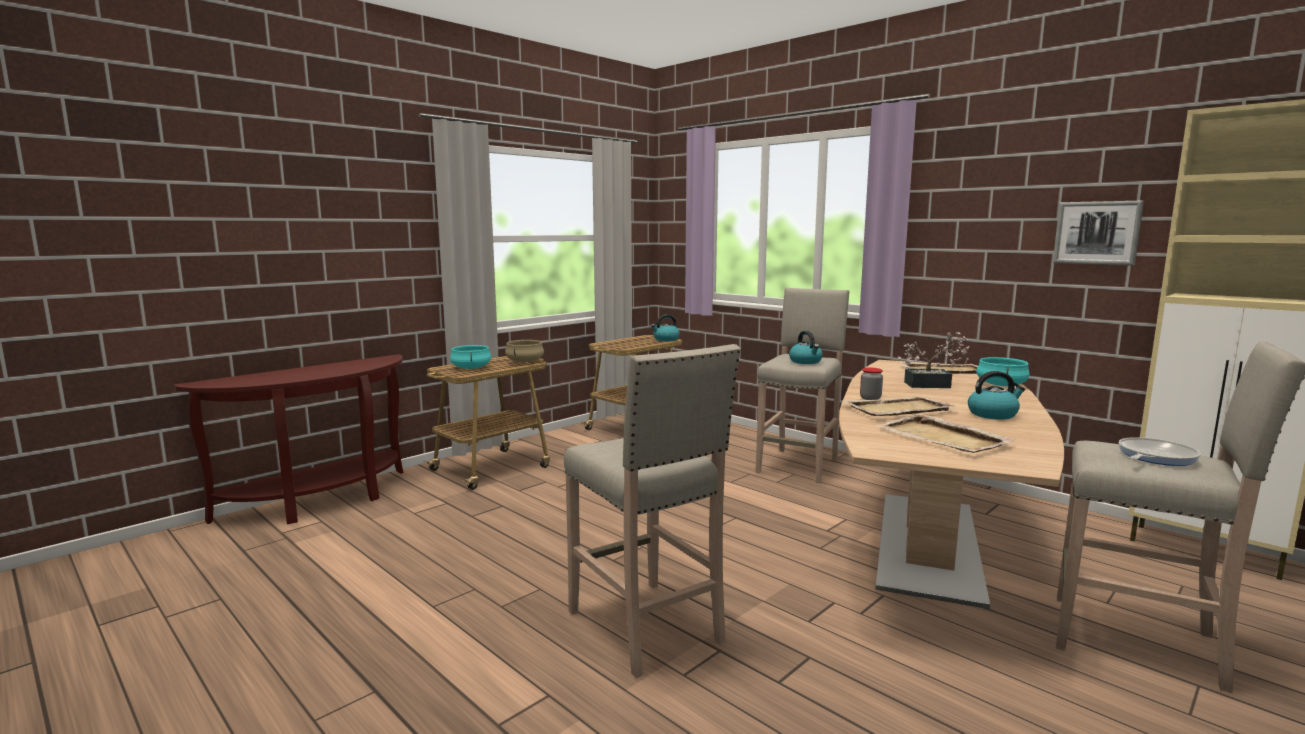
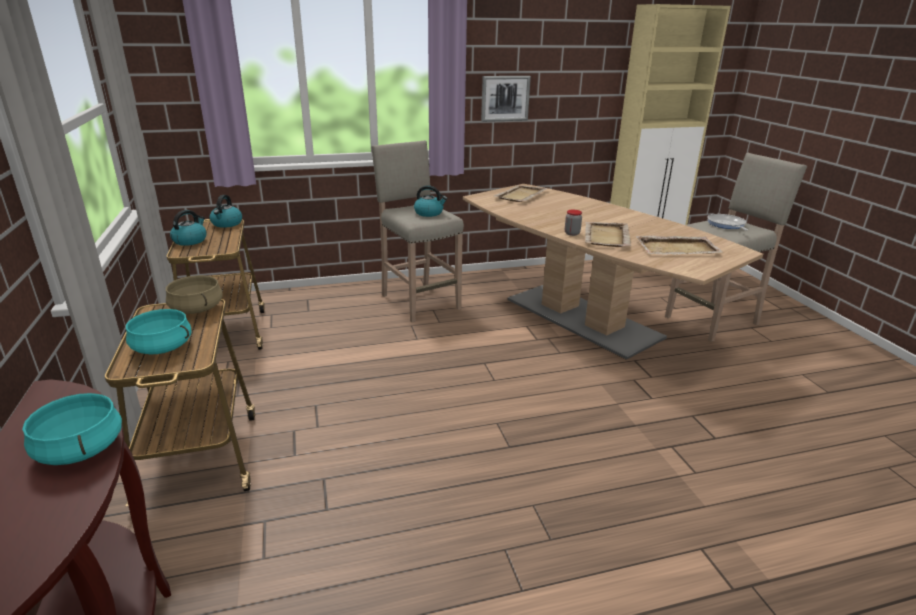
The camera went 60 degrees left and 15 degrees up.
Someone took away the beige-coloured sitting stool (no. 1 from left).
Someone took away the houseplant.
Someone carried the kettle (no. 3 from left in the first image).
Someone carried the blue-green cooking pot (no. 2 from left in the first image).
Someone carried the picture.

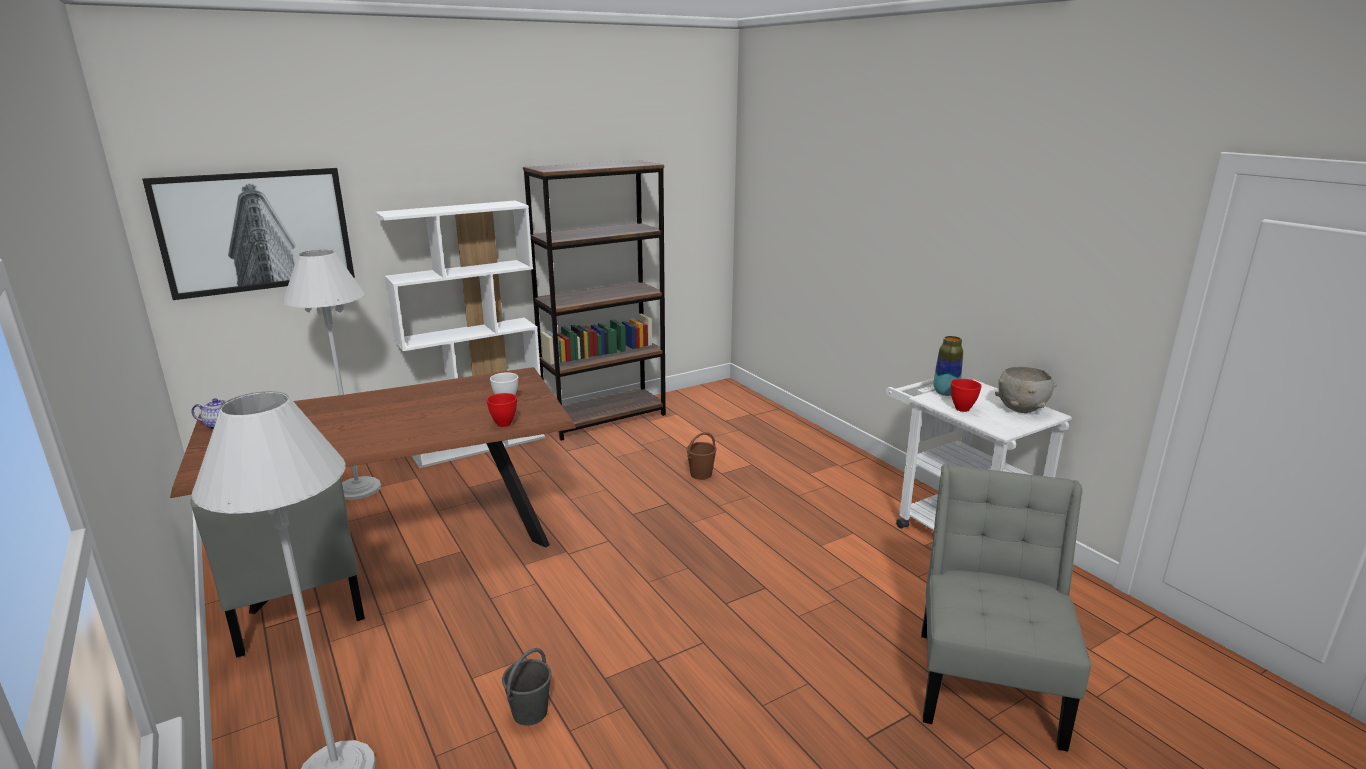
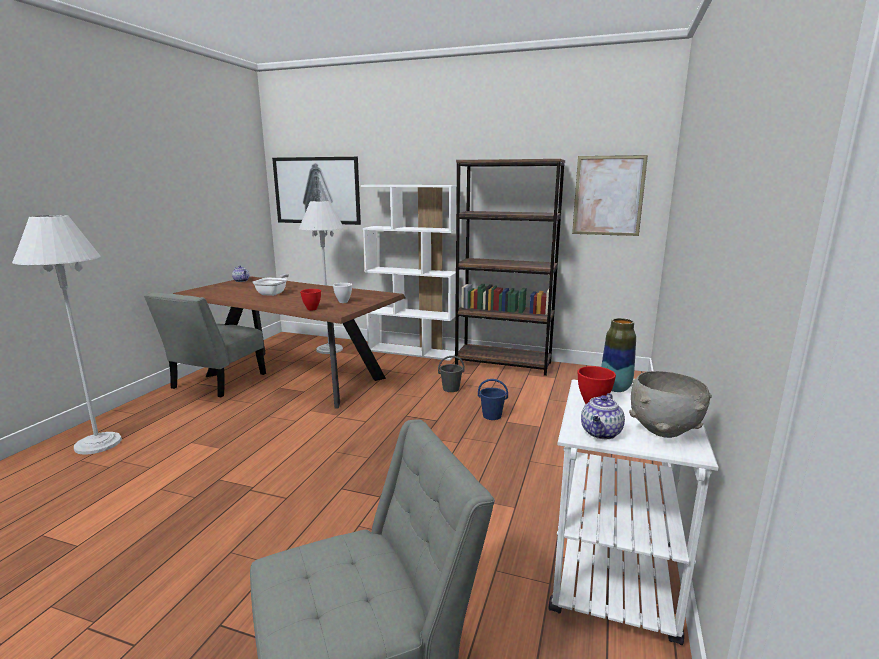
The camera went 50 degrees right and 5 degrees down.
Someone put down the frying pan.
Someone put up the picture (no. 2 from left).
Someone put down the tea pot (no. 2 from left).
Someone carried the grey pail.
Someone repainted the brownish pail, which became the blue-coloured pail.

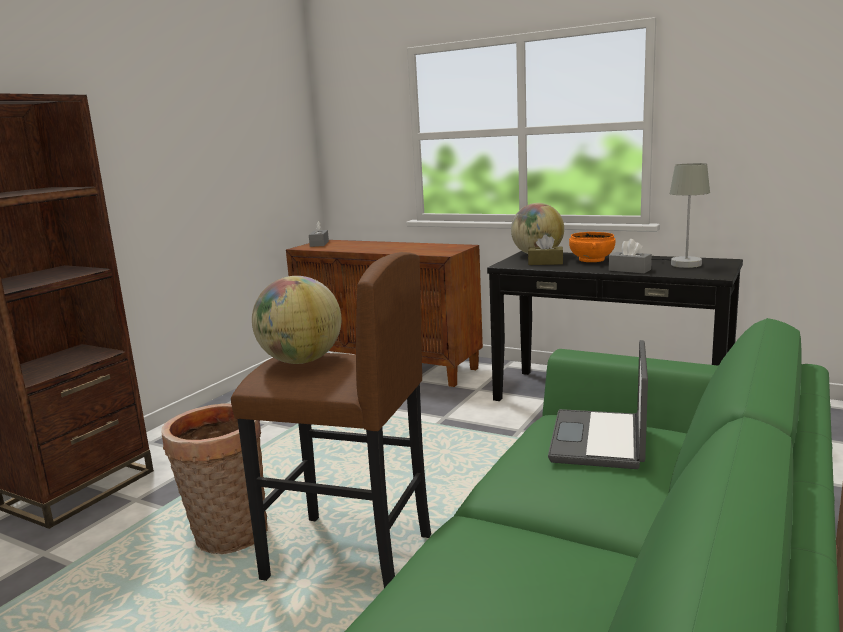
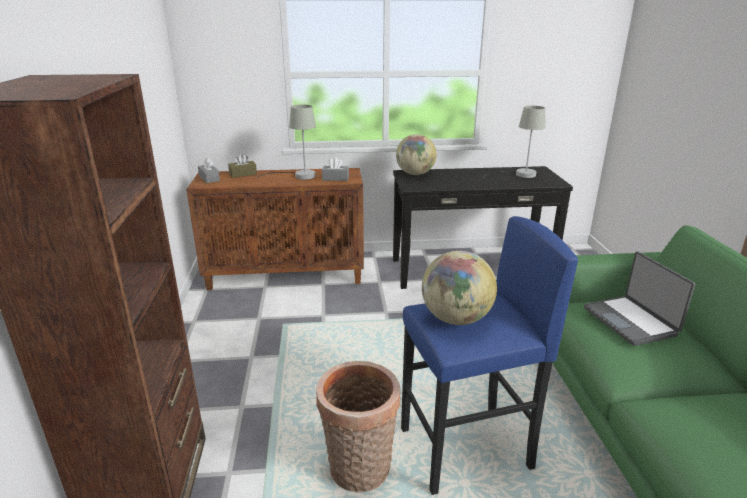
The camera went 35 degrees left and 10 degrees up.
Someone took away the orangey deep dish.
Someone put down the grey table lamp (no. 1 from left).
Someone carried the brownish box of tissues.
Someone carried the grey box of tissues (no. 2 from left).
Someone repainted the brownish sitting stool, which became the blue-coloured sitting stool.

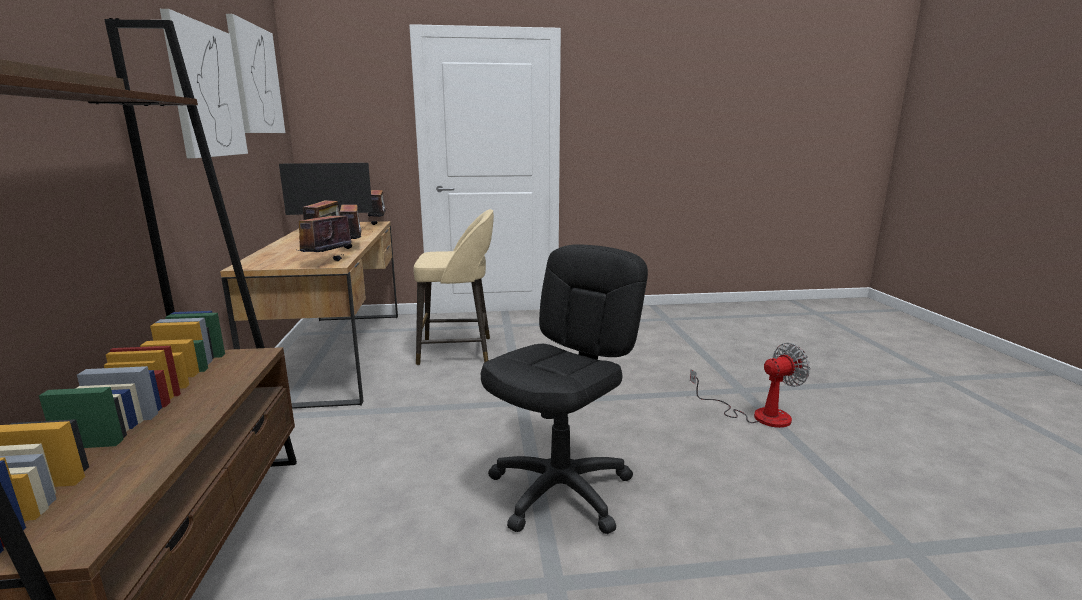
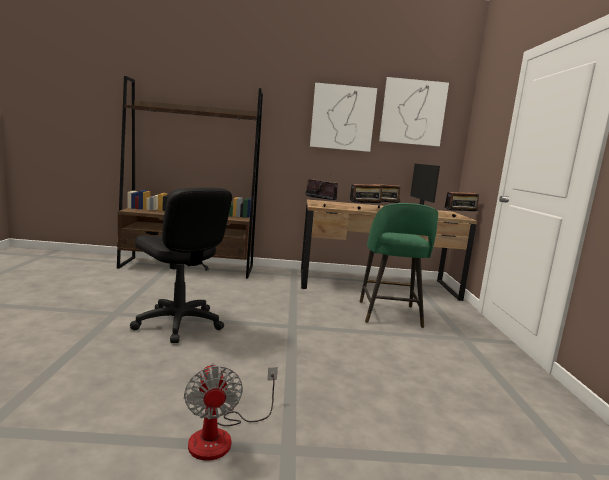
The camera went 95 degrees right and 5 degrees down.
Someone repainted the beige-coloured sitting stool, which became the greenish sitting stool.

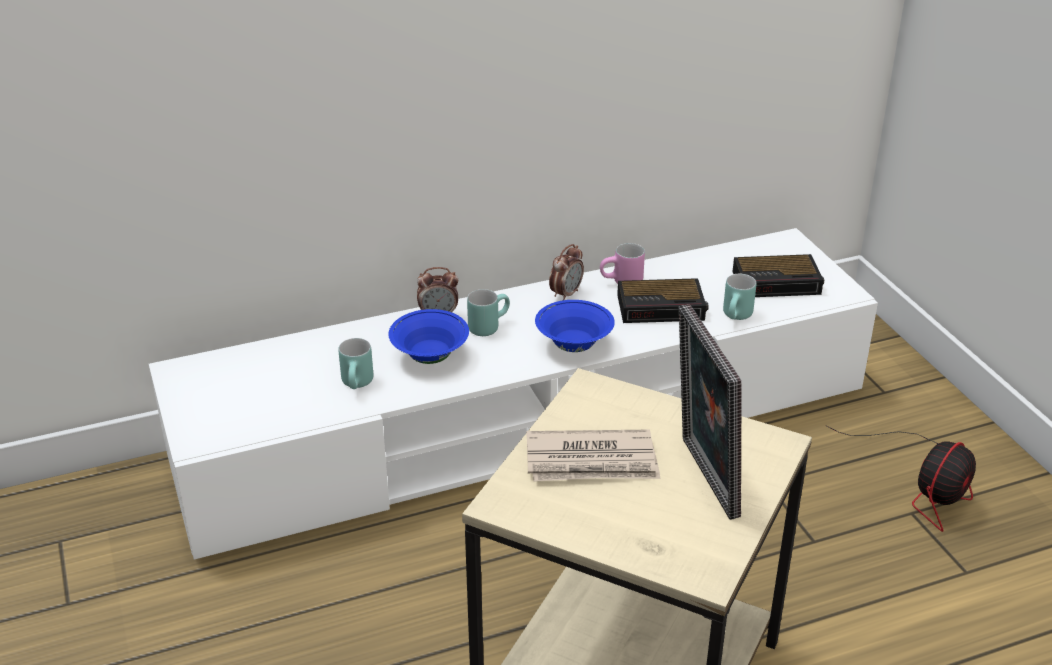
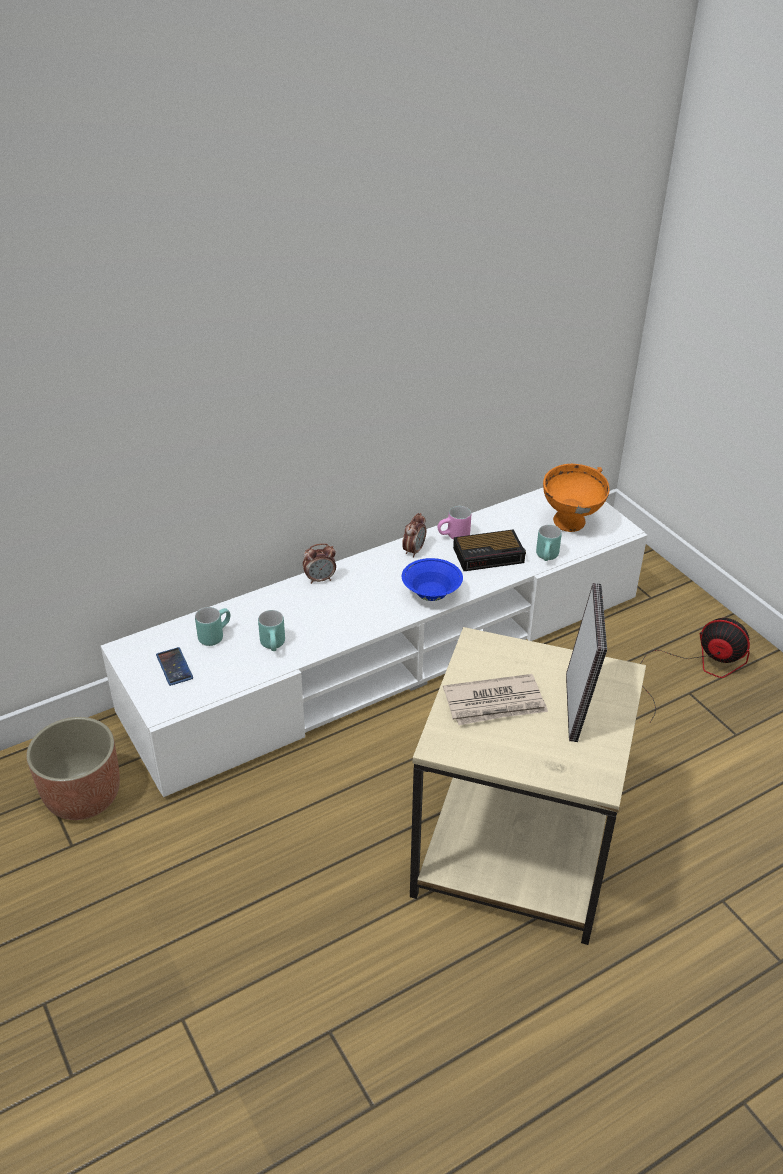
The camera went 10 degrees left and 5 degrees up.
Someone took away the blue-coloured deep dish (no. 1 from left).
Someone put down the flower pot.
Someone put down the handset.
Someone carried the blue-green mug (no. 2 from left in the first image).
Someone swapped the table clock (no. 4 from left) for the orangey deep dish.
Someone rotated the standing frame by 150 degrees counterclockwise.
Someone rotated the cooling fan by 90 degrees counterclockwise.

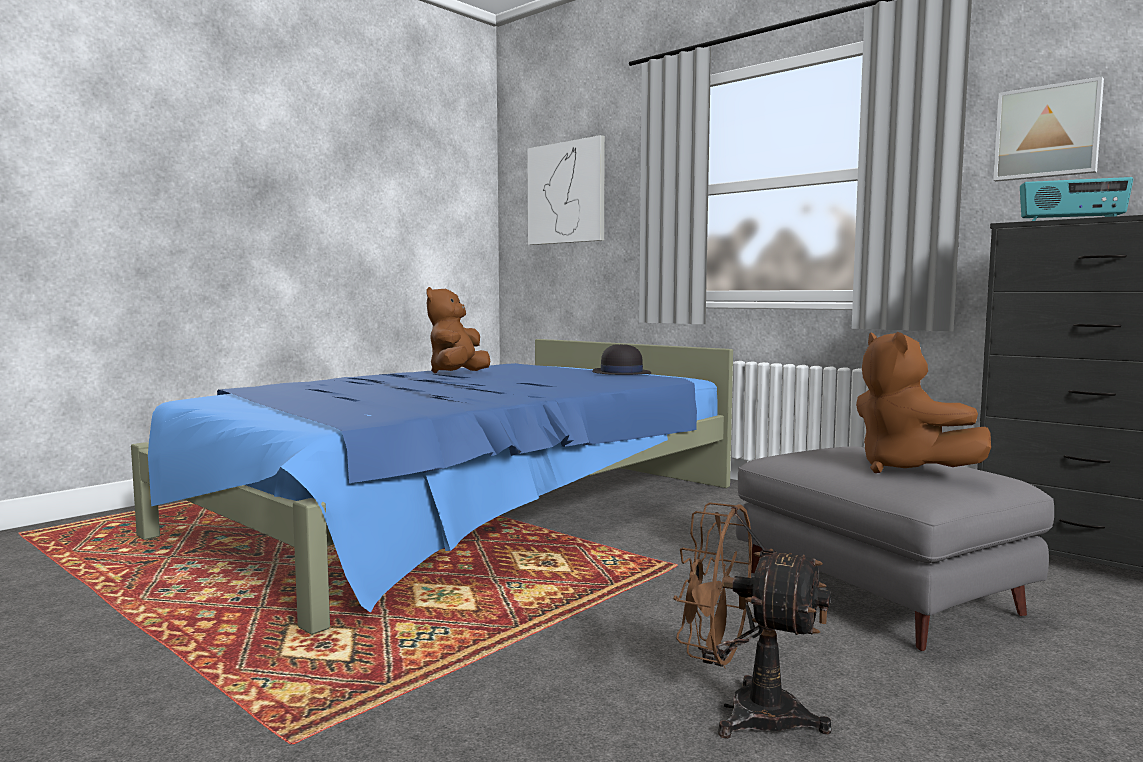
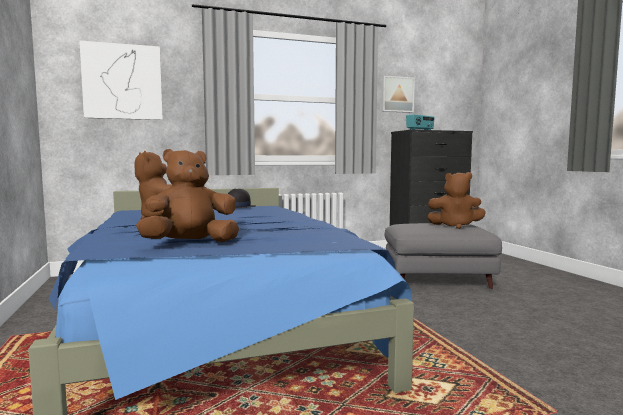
The camera went 60 degrees left and 0 degrees up.
Someone took away the brownish cooling fan.
Someone put down the brownish cuddly toy (no. 2 from left).

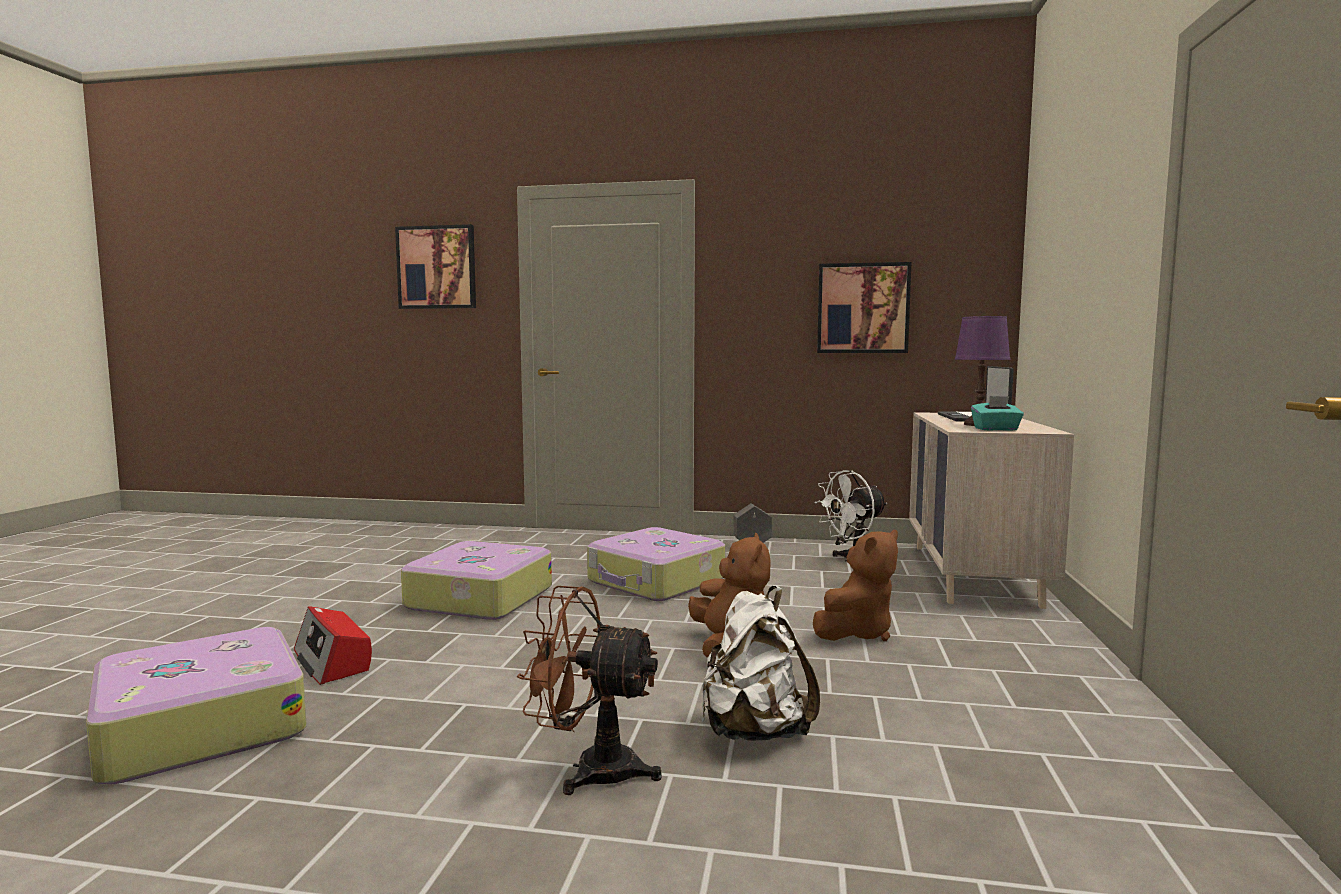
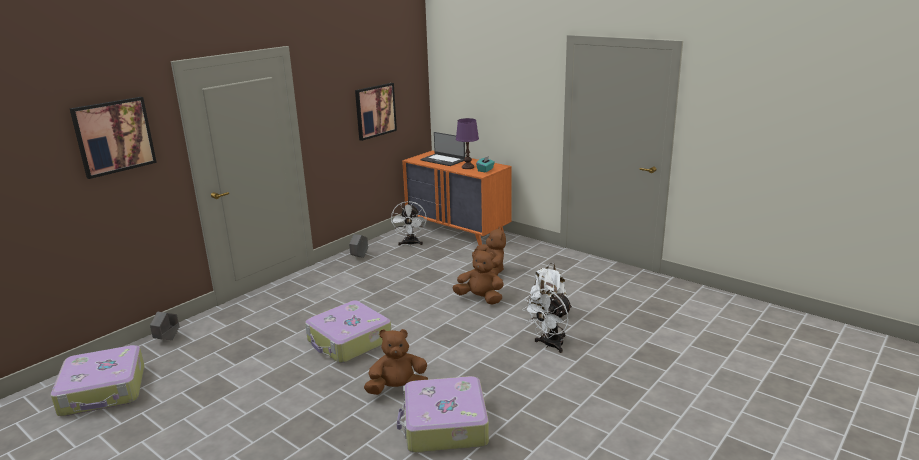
The camera went 60 degrees left and 15 degrees up.
Someone put down the grey flower pot (no. 1 from left).
Someone carried the piece of luggage (no. 3 from left in the first image).
Someone swapped the radio set for the brownish cuddly toy (no. 1 from left).
Someone repainted the brownish cooling fan, which became the white-coloured cooling fan (no. 2 from left).
Someone repainted the beige-coloured drawer chest, which became the orangey drawer chest.

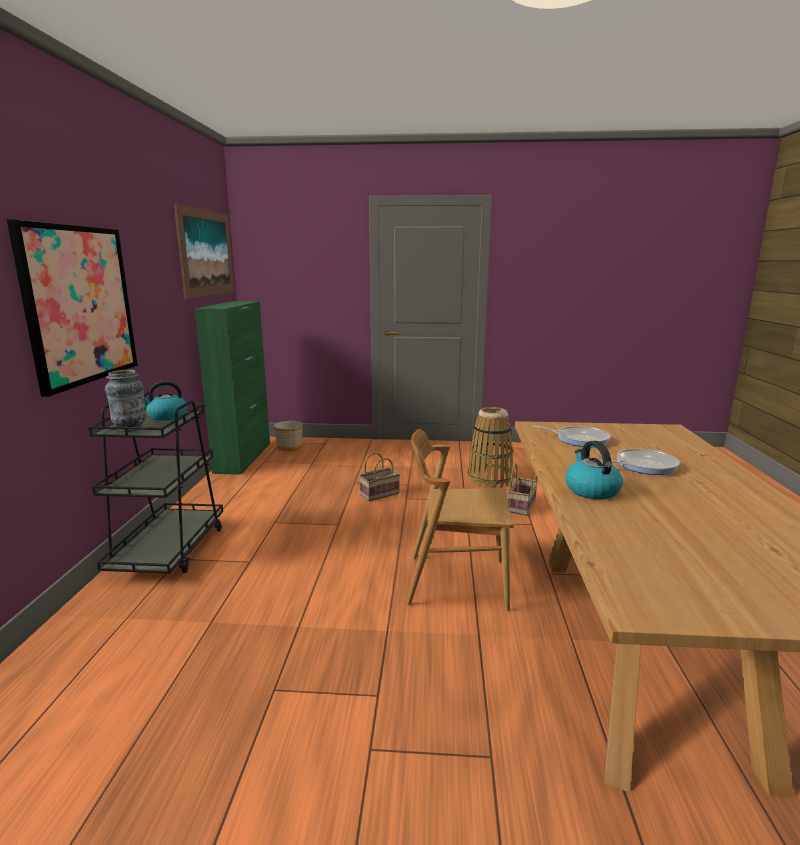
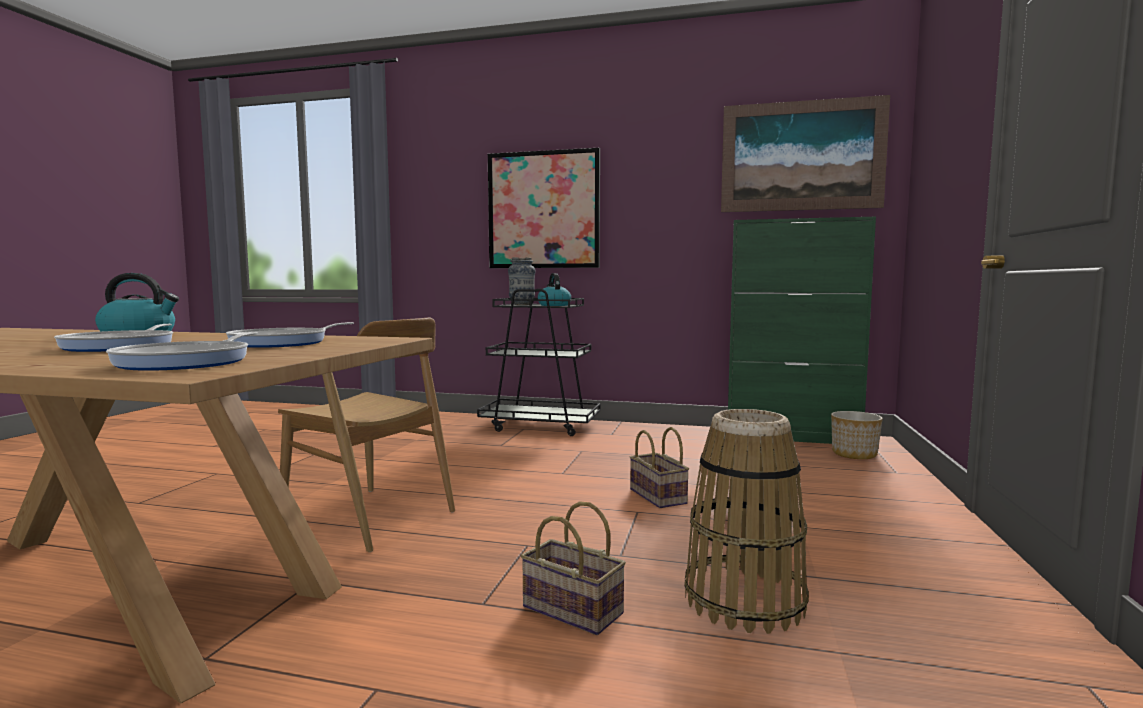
The camera went 100 degrees right and 10 degrees down.
Someone put down the frying pan (no. 2 from left).
Someone rotated the brownish plain chair by 105 degrees clockwise.

